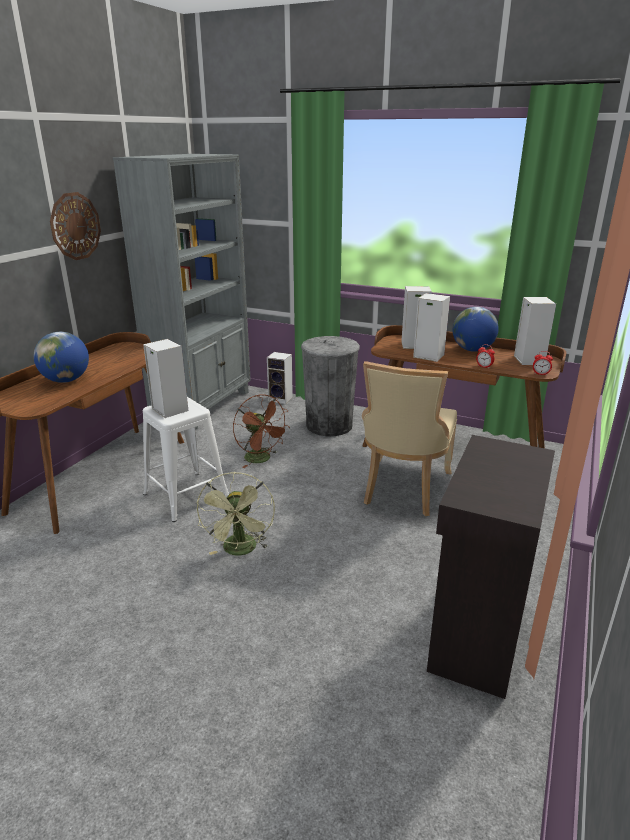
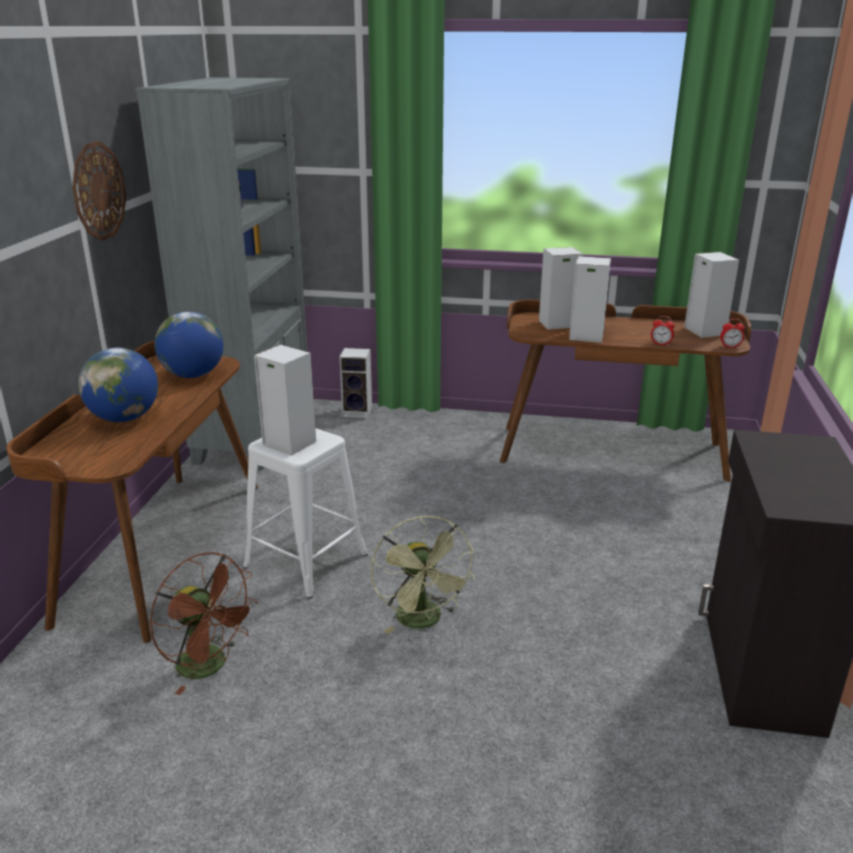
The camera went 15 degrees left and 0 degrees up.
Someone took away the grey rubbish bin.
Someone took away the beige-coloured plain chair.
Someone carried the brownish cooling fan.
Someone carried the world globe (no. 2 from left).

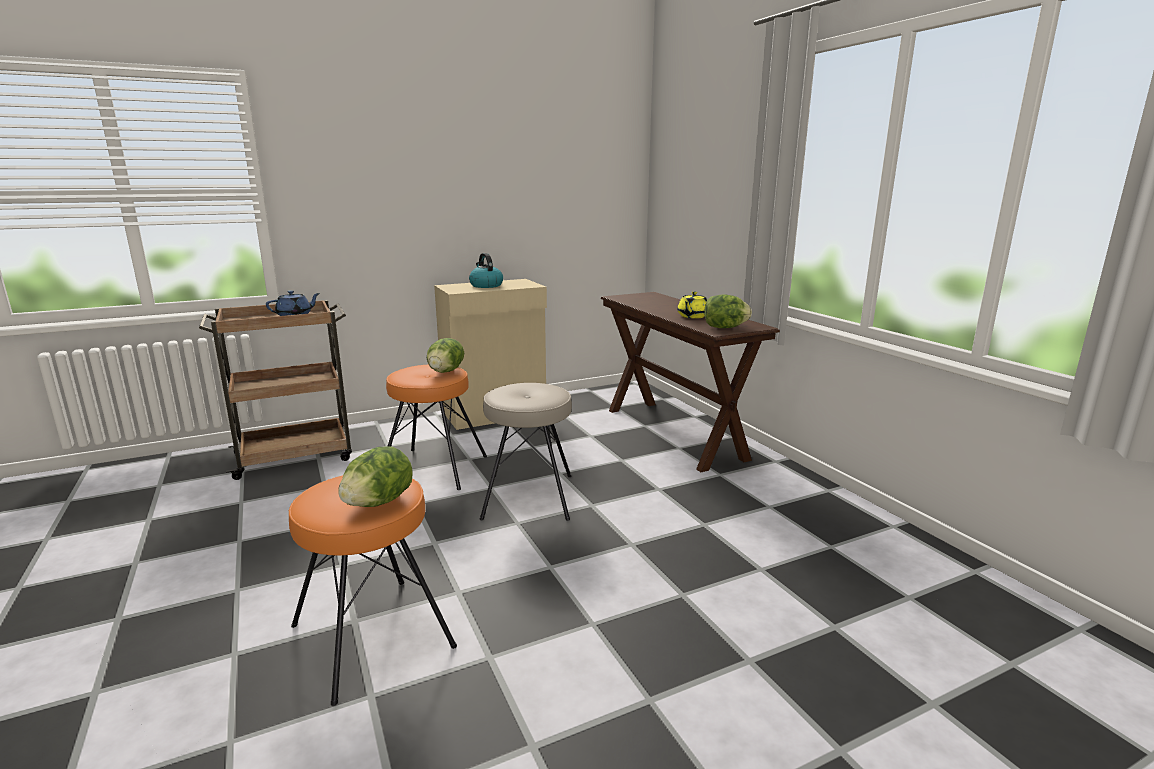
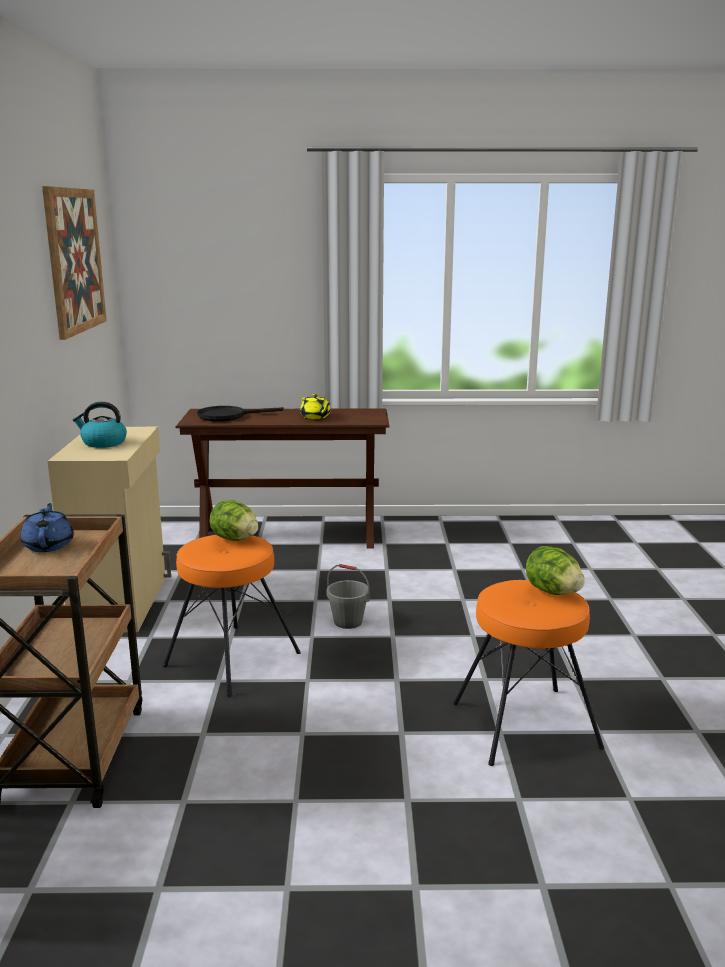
The camera went 65 degrees left and 0 degrees up.
Someone took away the lettuce head (no. 3 from left).
Someone put up the picture.
Someone put down the blackish frying pan.
Someone swapped the beige-coloured sitting stool for the grey pail.

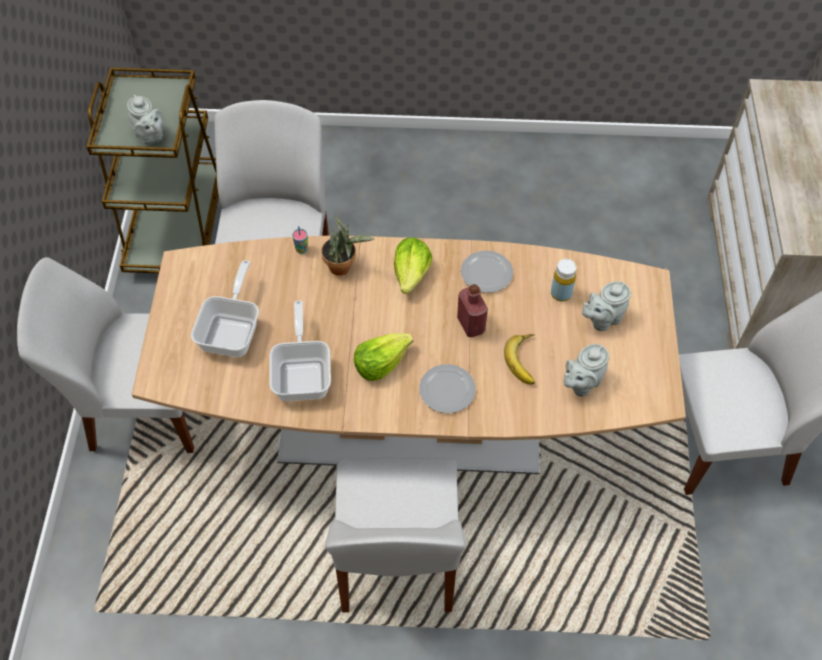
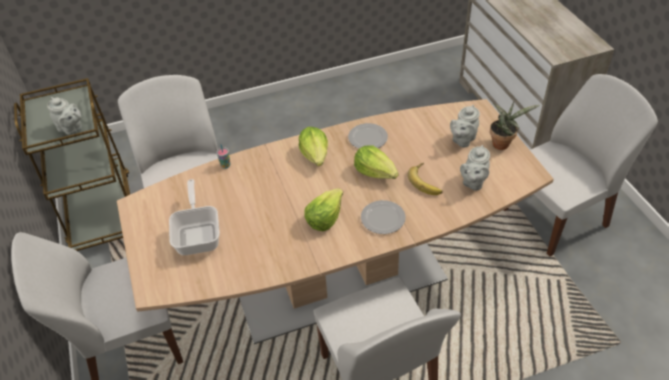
The camera went 20 degrees left and 10 degrees down.
Someone took away the frying pan (no. 2 from left).
Someone took away the yellow bottle.
Someone carried the houseplant.
Someone swapped the red-coloured bottle for the lettuce head (no. 3 from left).

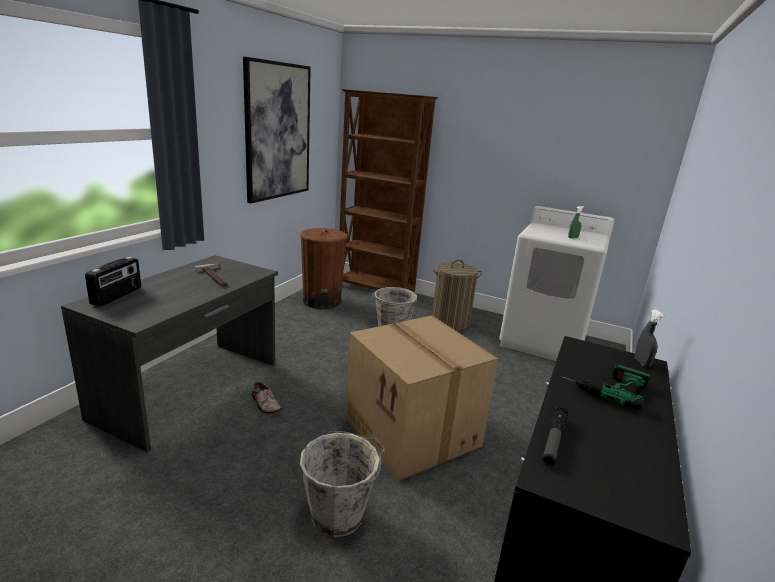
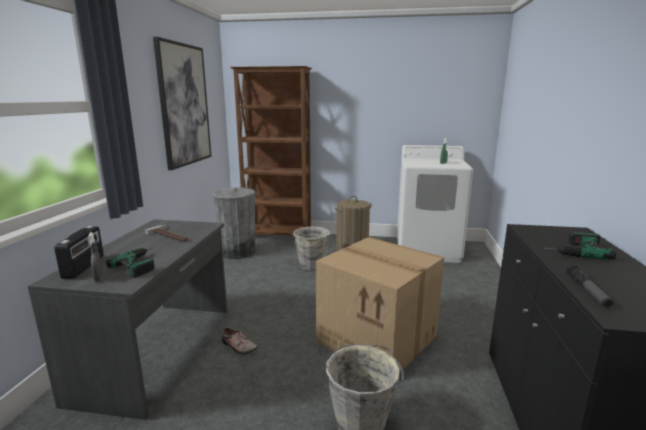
The camera went 15 degrees left and 5 degrees down.
Someone put down the power drill (no. 1 from left).
Someone carried the grey sprayer.
Someone repainted the brownish rubbish bin, which became the grey rubbish bin.

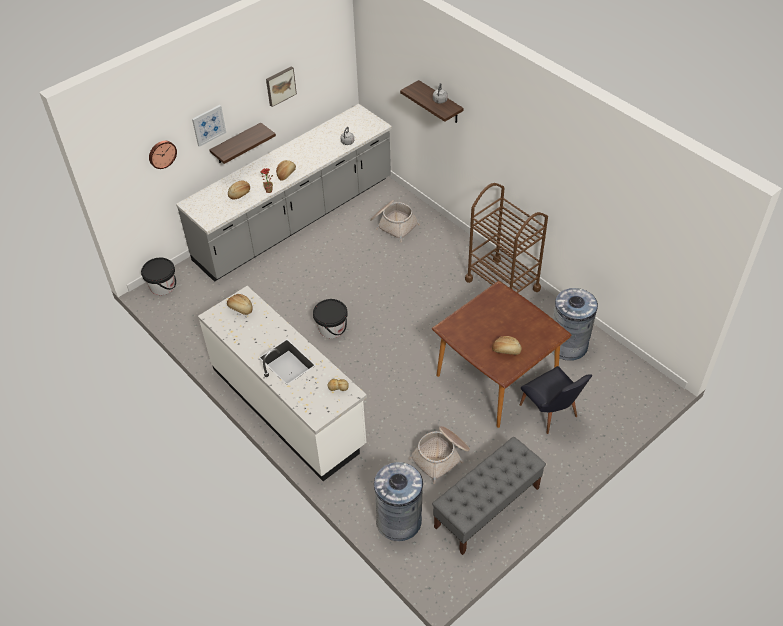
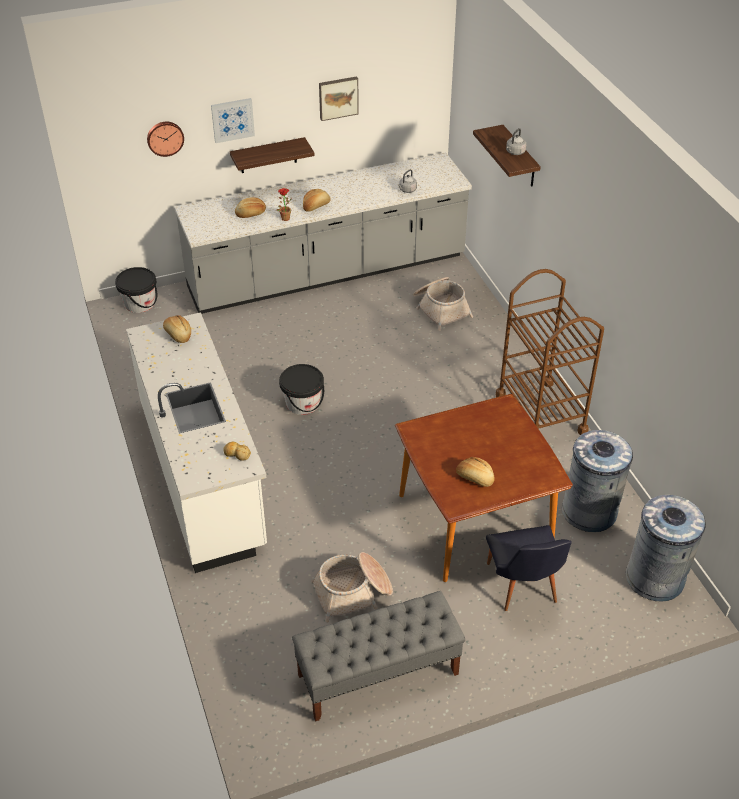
The camera went 20 degrees right and 5 degrees down.
Someone carried the grey rubbish bin (no. 1 from left in the first image).

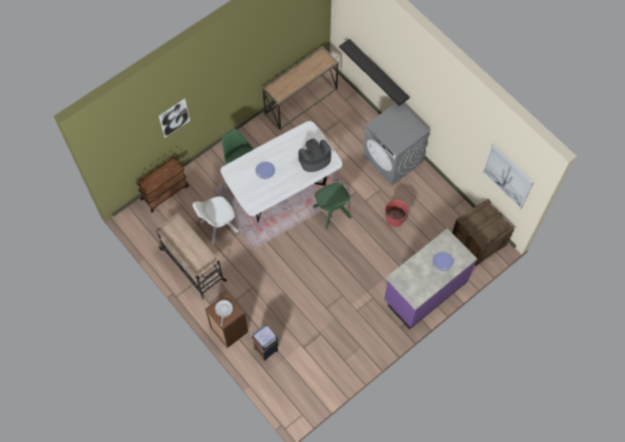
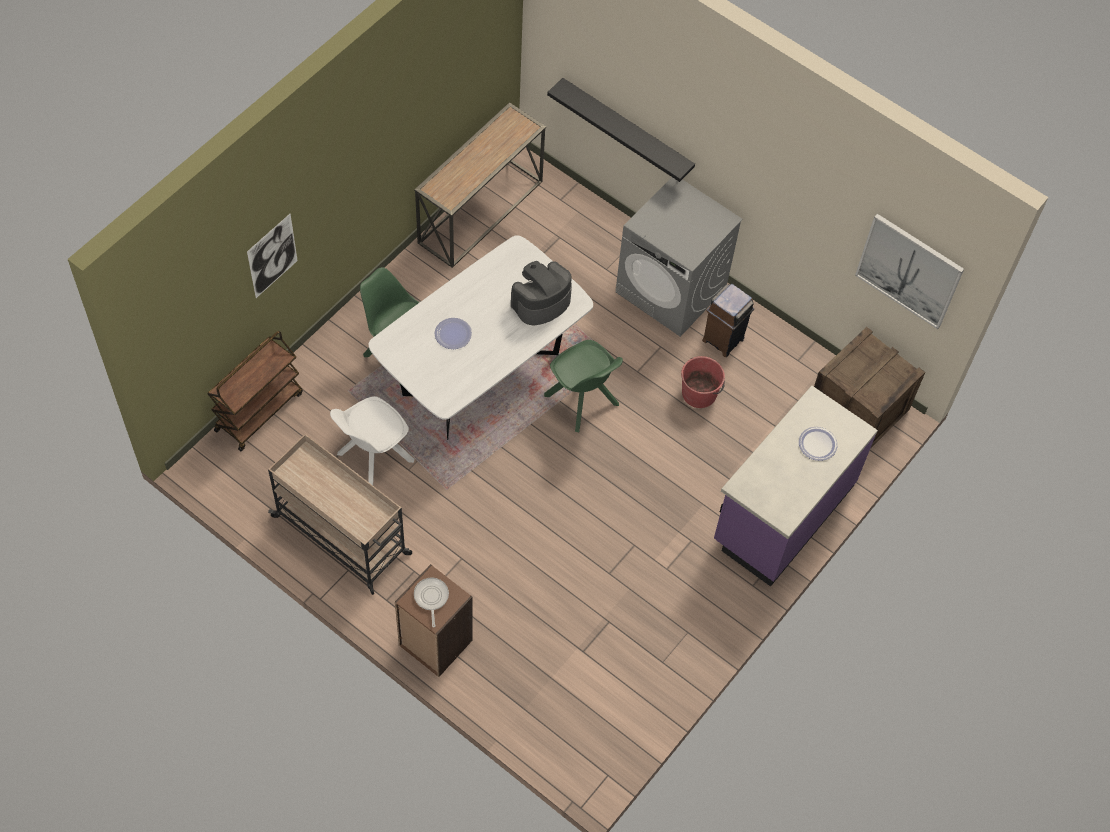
The camera went 15 degrees left and 5 degrees down.
Someone carried the brownish rubbish bin.

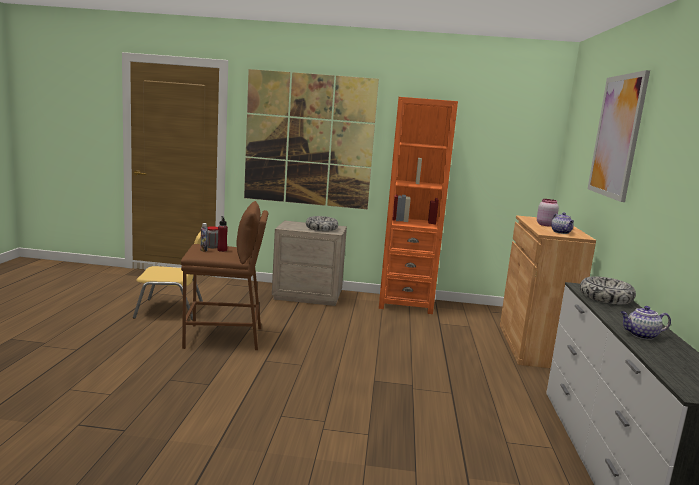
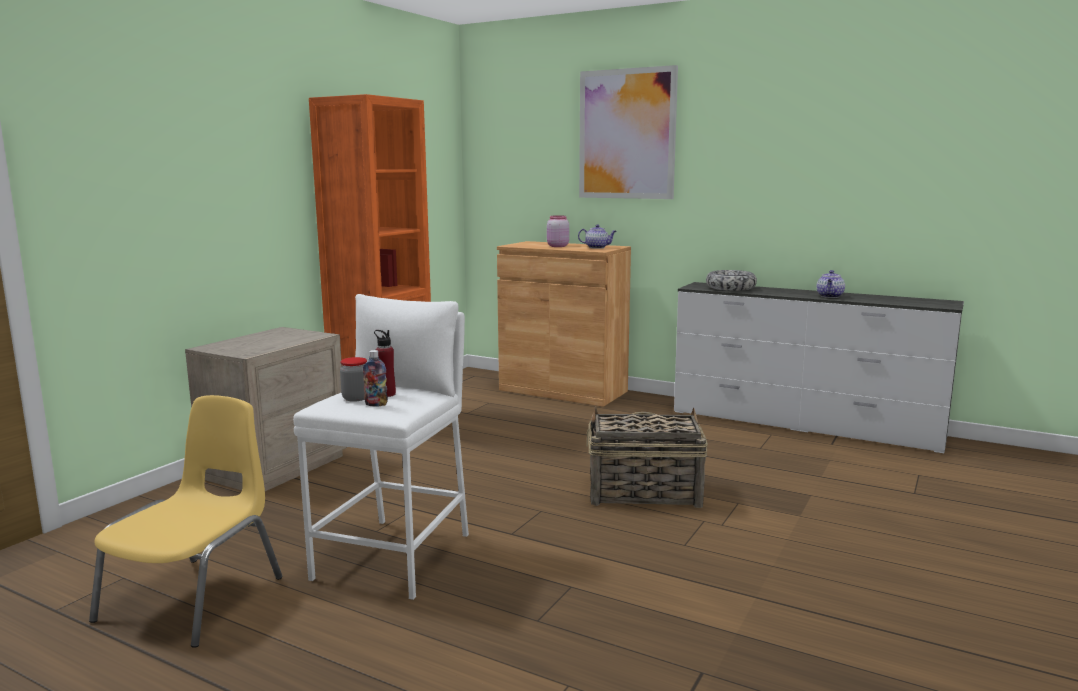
The camera went 65 degrees left and 0 degrees up.
Someone took away the picture (no. 1 from left).
Someone took away the deep dish (no. 1 from left).
Someone put down the basket.
Someone repainted the brownish sitting stool, which became the white-coloured sitting stool.

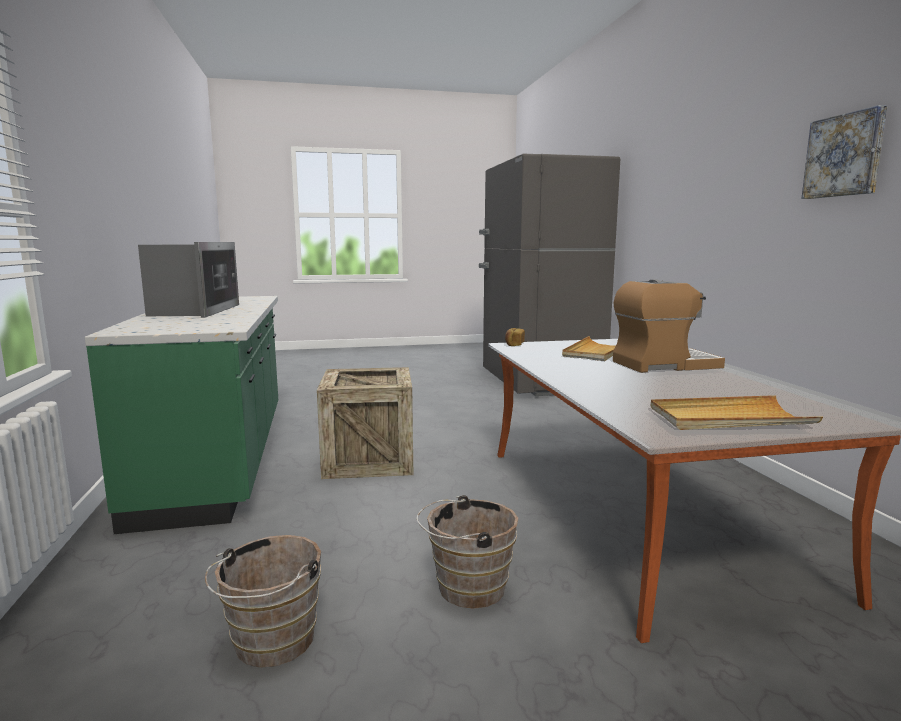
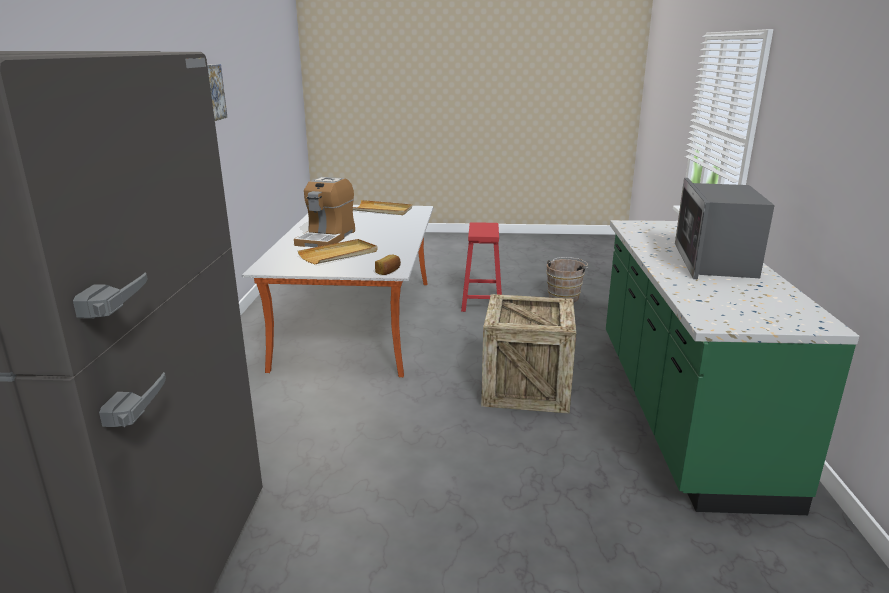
The camera went 165 degrees left and 10 degrees up.
Someone swapped the brownish pail (no. 2 from left) for the red-coloured sitting stool.
Someone rotated the coffee maker by 75 degrees counterclockwise.

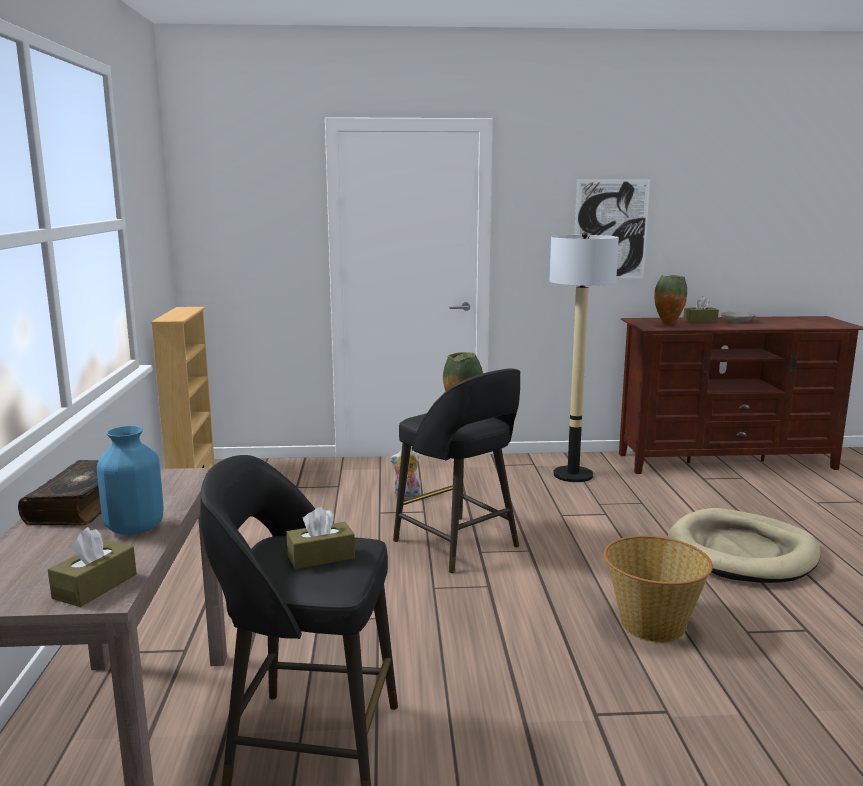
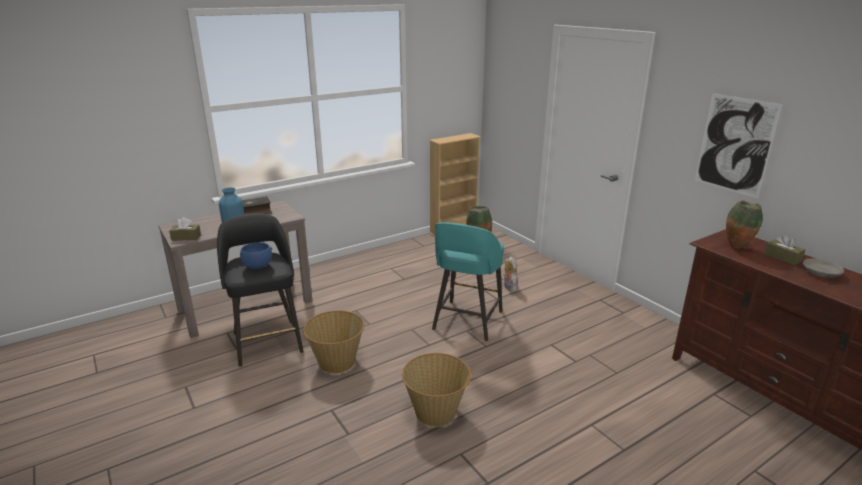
The camera went 60 degrees right and 10 degrees up.
Someone took away the floor lamp.
Someone took away the beige-coloured pet bed.
Someone put down the basket (no. 1 from left).
Someone swapped the brownish box of tissues (no. 2 from left) for the blue-coloured deep dish.
Someone repainted the blackish sitting stool (no. 2 from left), which became the blue-green sitting stool.

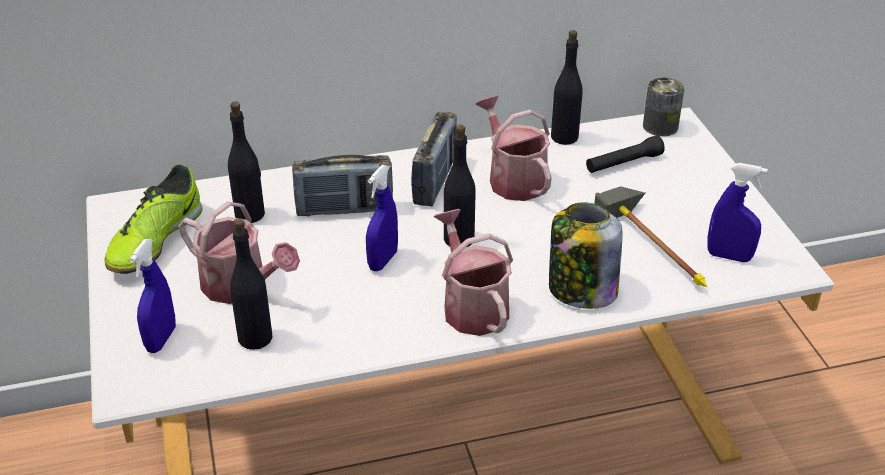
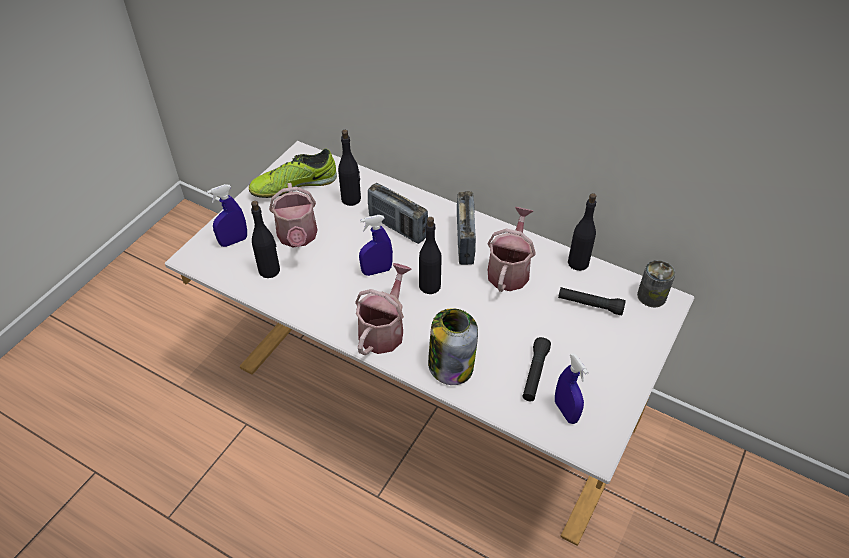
The camera went 45 degrees right and 10 degrees up.
Someone swapped the hand hammer for the blackish flashlight (no. 1 from left).
Someone rotated the radio set (no. 2 from left) by 60 degrees counterclockwise.

